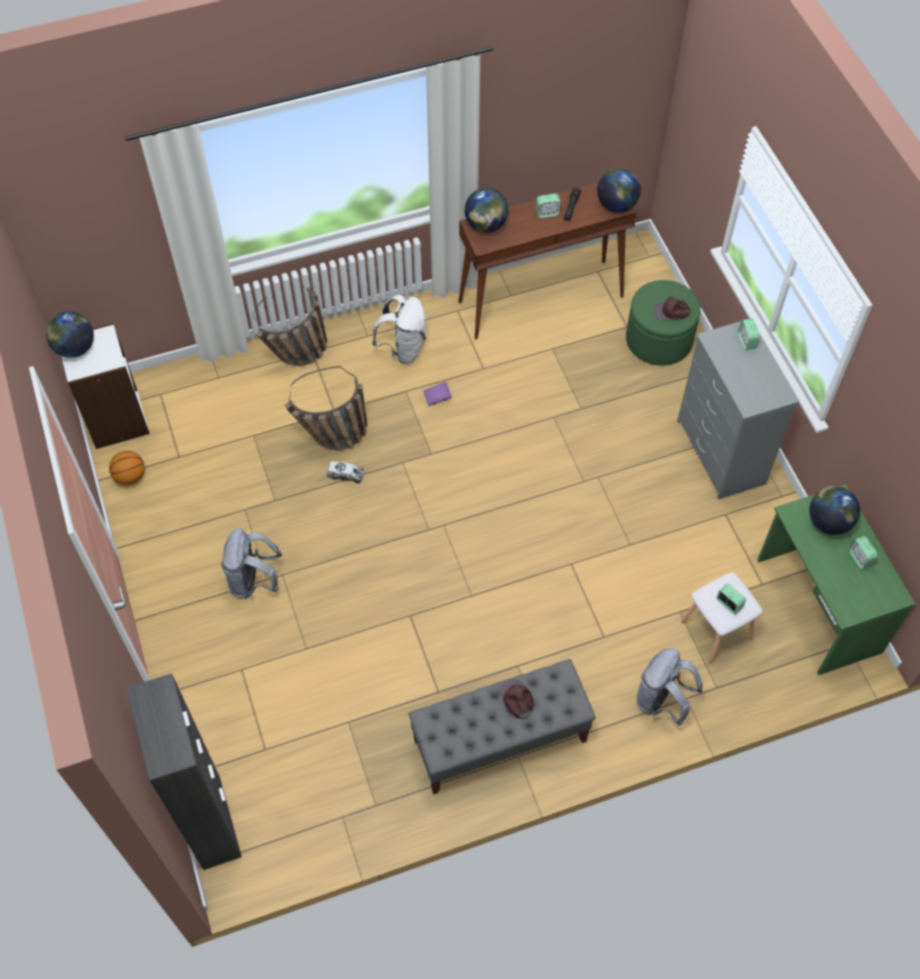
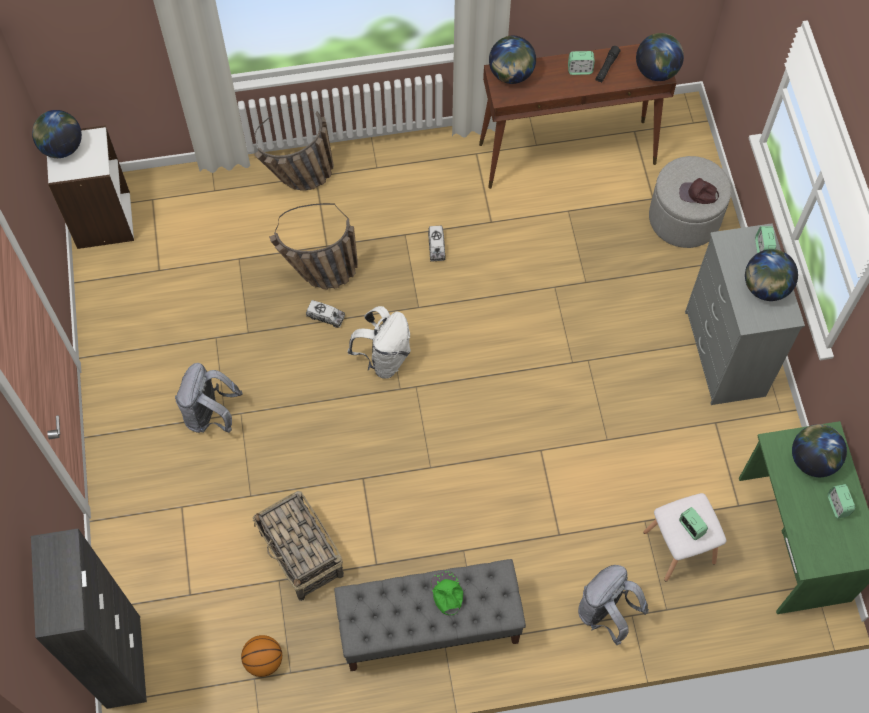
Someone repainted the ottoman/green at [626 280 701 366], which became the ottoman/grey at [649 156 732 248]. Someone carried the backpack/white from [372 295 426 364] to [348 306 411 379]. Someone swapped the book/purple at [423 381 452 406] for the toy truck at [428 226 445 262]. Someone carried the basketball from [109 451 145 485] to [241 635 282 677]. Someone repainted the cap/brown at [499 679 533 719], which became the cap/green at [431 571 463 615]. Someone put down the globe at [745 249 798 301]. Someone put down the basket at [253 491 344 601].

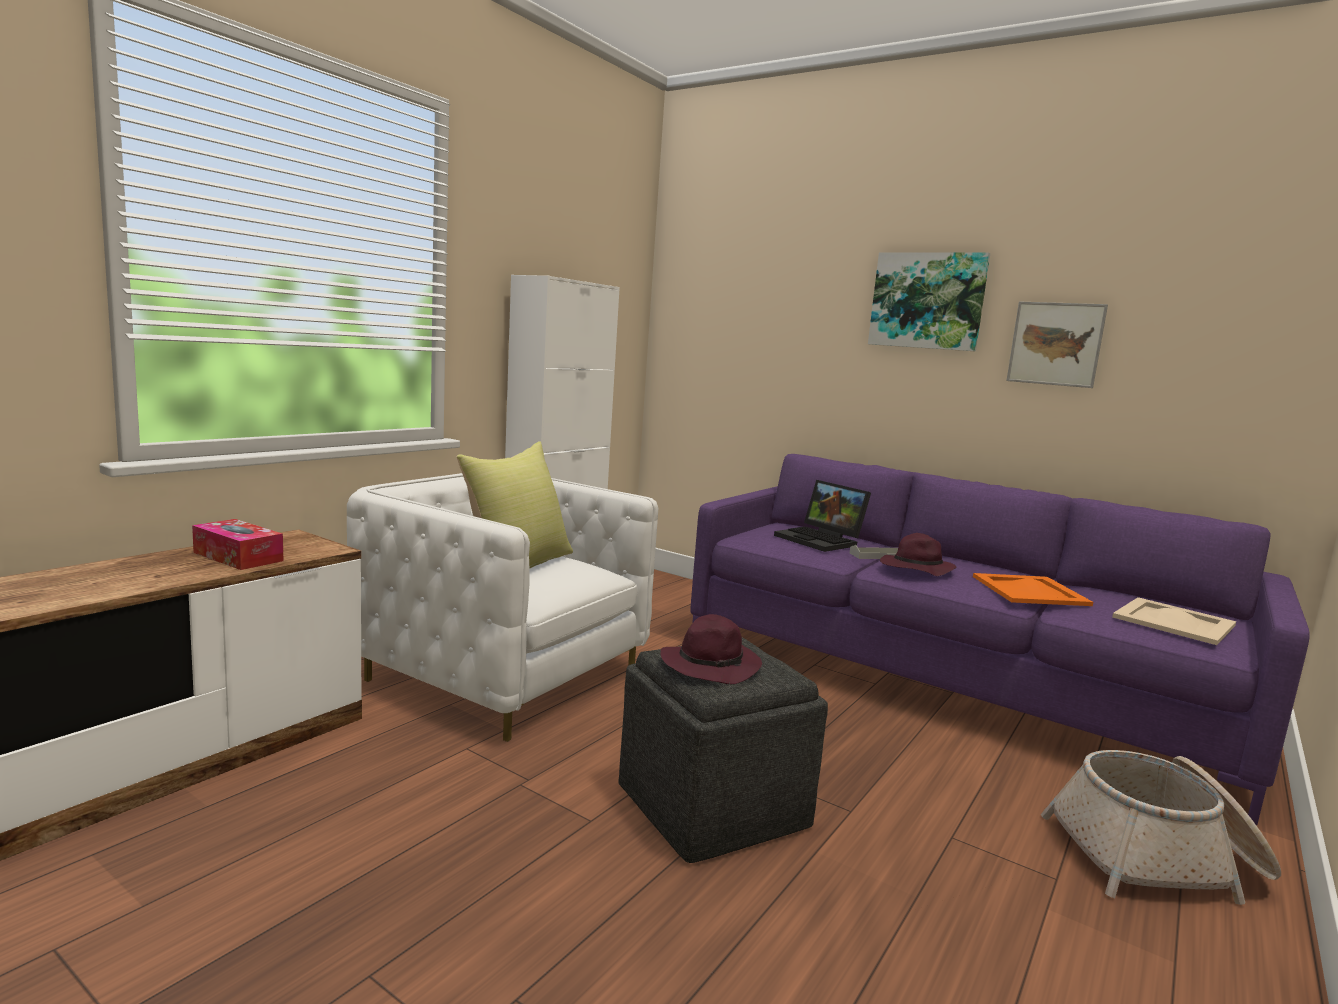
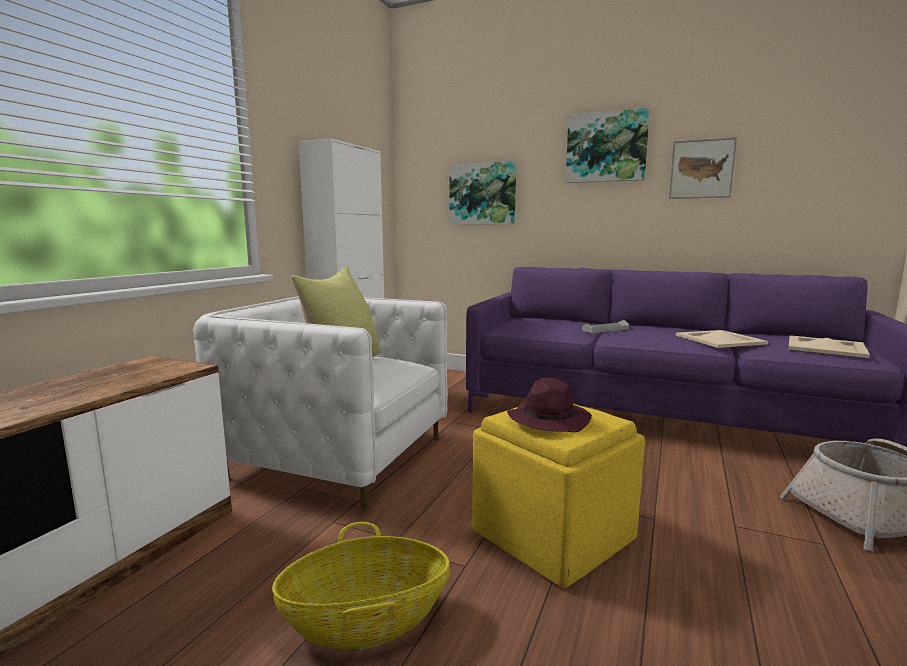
Someone took away the laptop at [774 480 871 552]. Someone took away the tissue box at [192 519 283 570]. Someone took away the hat/purple at [880 533 957 576]. Someone repainted the tray/orange at [973 573 1093 606], which became the tray/beige at [676 330 768 348]. Someone repainted the ottoman/grey at [619 637 828 863], which became the ottoman/yellow at [472 404 645 588]. Someone put up the picture at [450 161 516 224]. Someone put down the basket at [272 522 450 649].

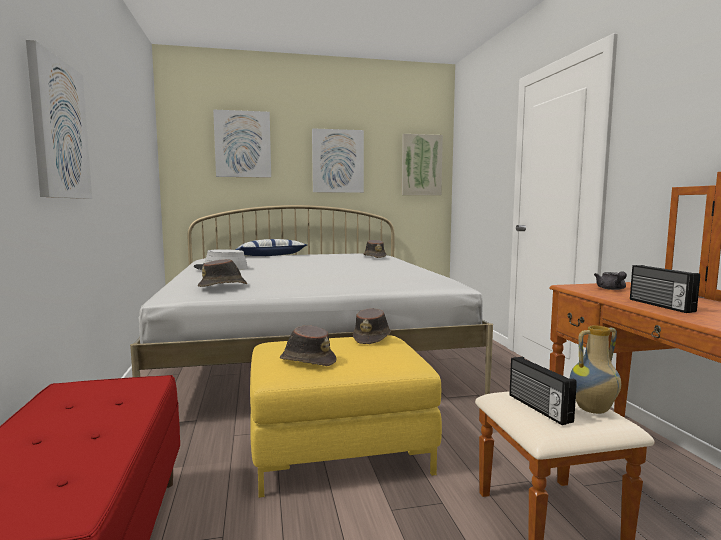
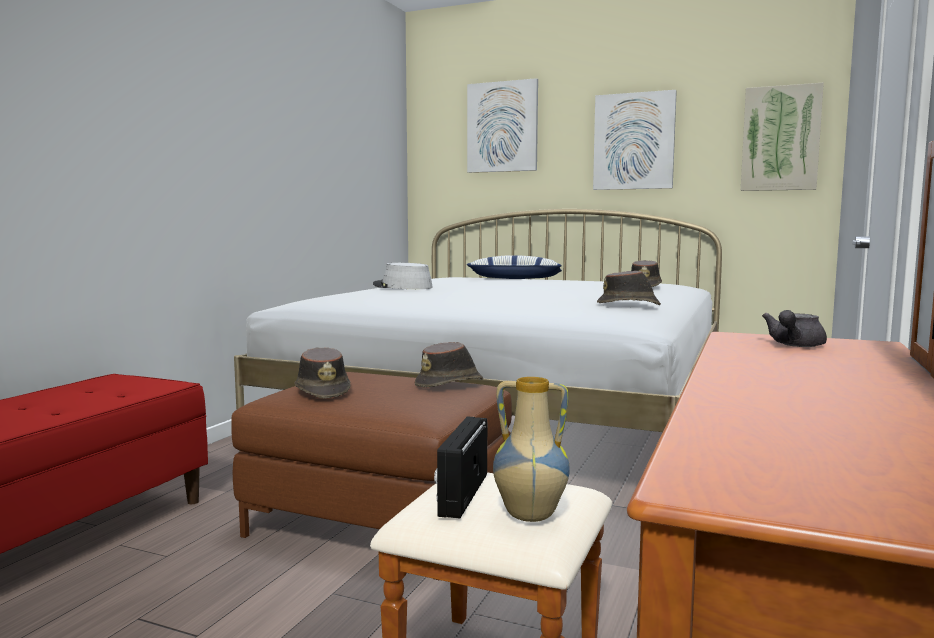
Someone took away the picture at [26 40 92 199]. Someone carried the hat/brown from [198 259 247 287] to [597 271 661 305]. Someone took away the radio at [630 265 700 313]. Someone repainted the ottoman/yellow at [250 335 442 498], which became the ottoman/brown at [231 372 512 580].

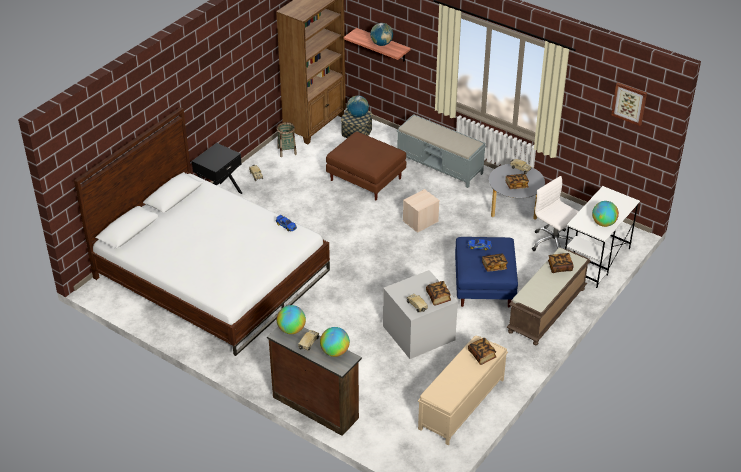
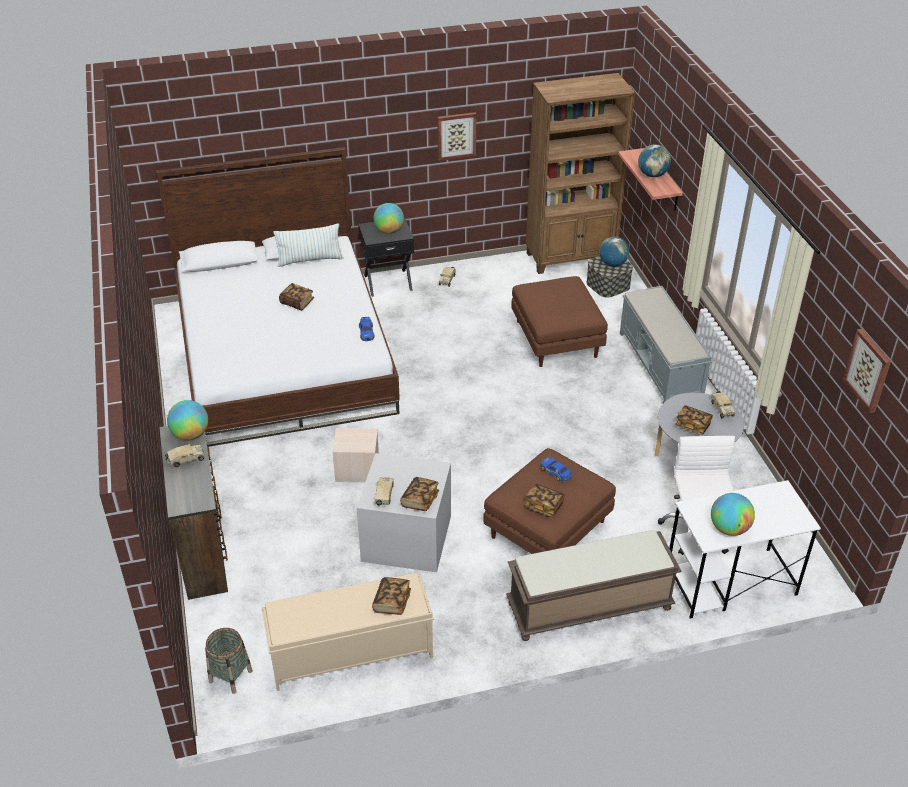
Someone carried the basket from [277 122 297 157] to [205 628 253 694]. Someone carried the storage box/beige from [403 189 440 233] to [332 428 379 482]. Someone repainted the ottoman/blue at [455 237 518 307], which became the ottoman/brown at [483 448 616 554]. Someone carried the book from [548 253 574 273] to [279 283 314 311]. Someone carried the globe from [320 327 350 357] to [373 203 404 234]. Someone put up the picture at [437 112 477 161]. Someone put down the pillow at [273 223 344 267].

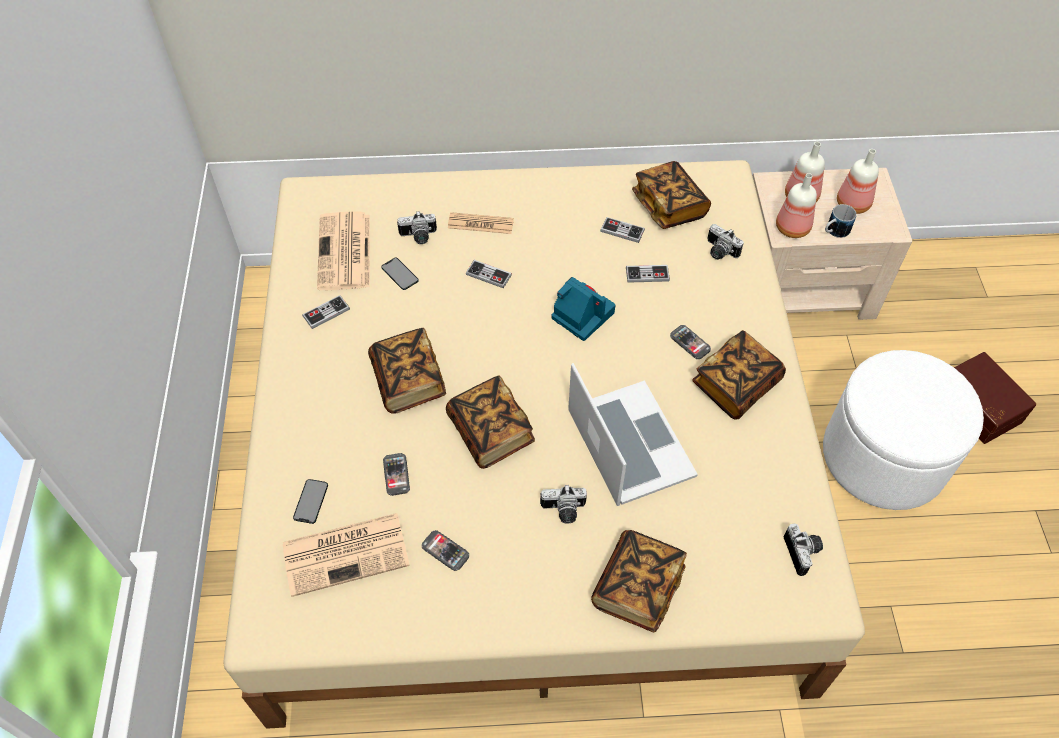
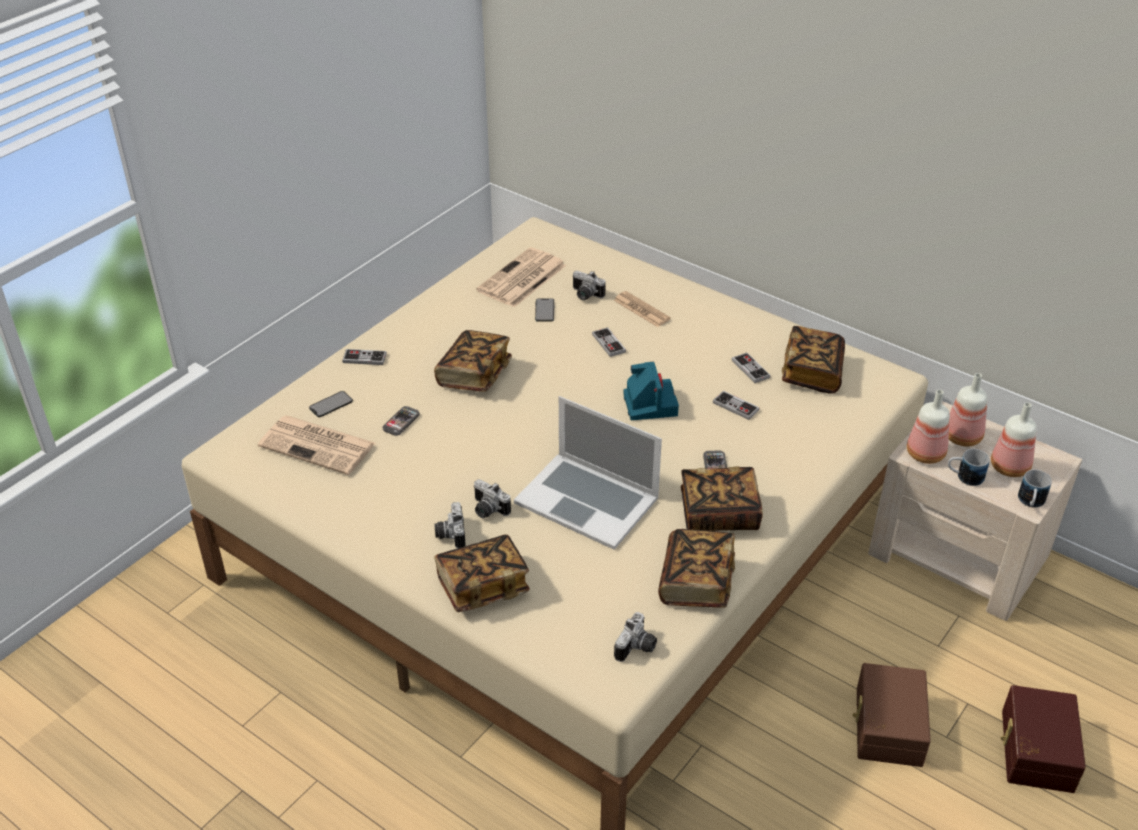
Someone carried the photo camera from [707 224 744 260] to [434 502 466 549]. Someone carried the game controller from [302 295 350 329] to [342 349 387 365]. Someone swapped the ottoman/white at [823 350 984 510] for the storage box/brown at [853 663 931 767]. Someone rotated the laptop at [568 363 698 506] by 105 degrees clockwise. Someone carried the book from [446 375 535 469] to [658 529 735 608]. Someone took away the phone at [422 530 469 571]. Someone put down the mug at [1018 470 1052 508].

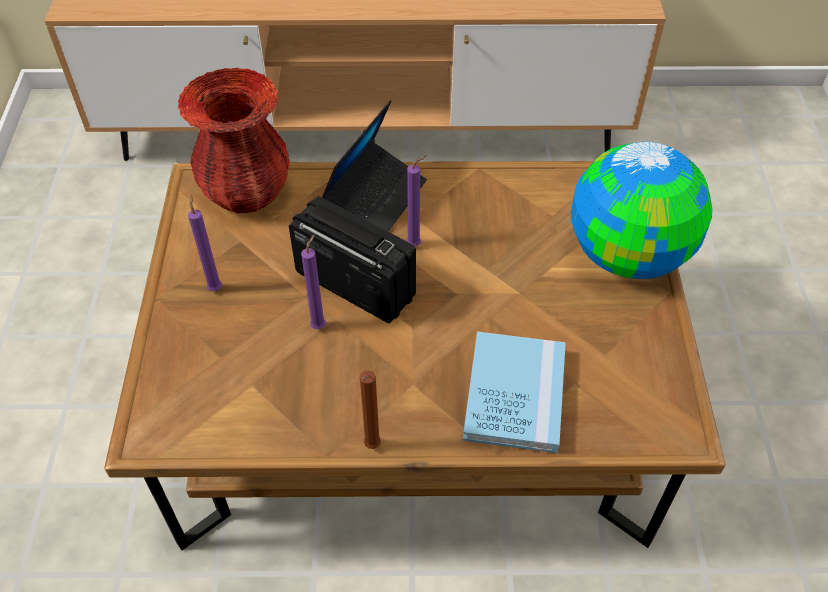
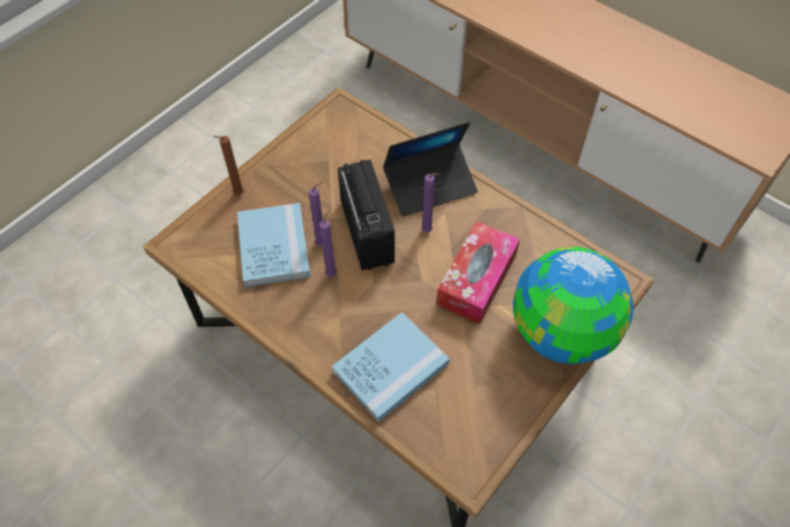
Someone took away the vase/red at [178 68 290 213]. Someone carried the candle/purple from [188 195 222 291] to [319 210 337 277]. Someone carried the candle/brown from [360 370 381 449] to [213 136 244 196]. Someone put down the book/blue at [237 203 311 287]. Someone put down the tissue box at [436 221 520 324].

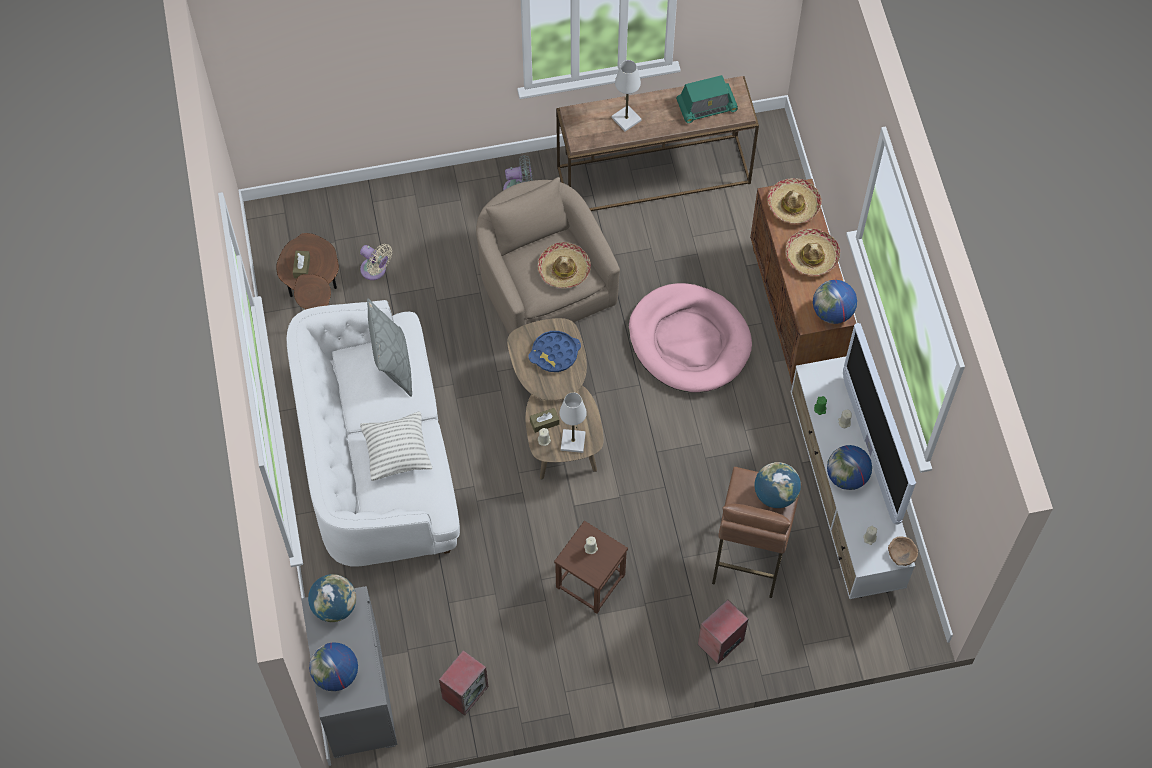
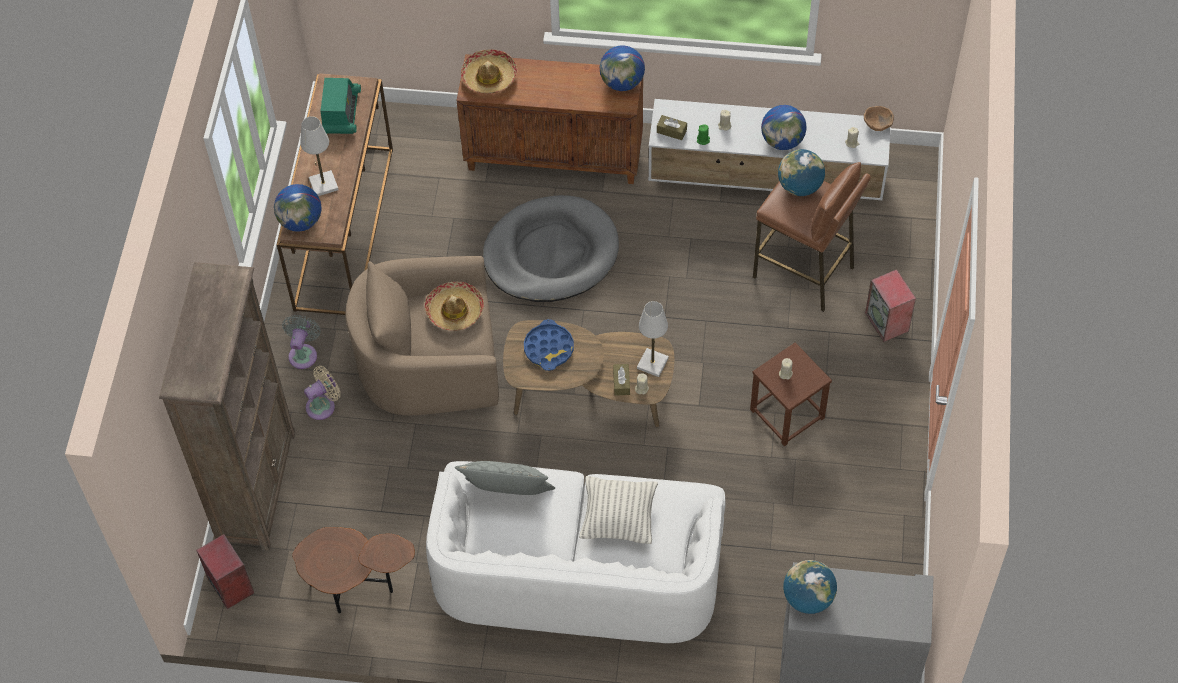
Someone took away the hat at [785 229 840 276]. Someone carried the fan/beige from [360 244 392 280] to [304 366 341 420]. Someone carried the tissue box/brown from [293 251 310 278] to [657 115 687 140]. Someone repainted the dog bed/pink at [629 283 752 393], which became the dog bed/grey at [483 195 619 302]. Someone took away the television at [843 323 916 524]. Someone carried the globe from [309 642 358 691] to [274 184 322 232]. Someone carried the speaker from [439 650 488 716] to [196 534 254 609]. Someone put down the bookcase/brown at [159 262 295 551].

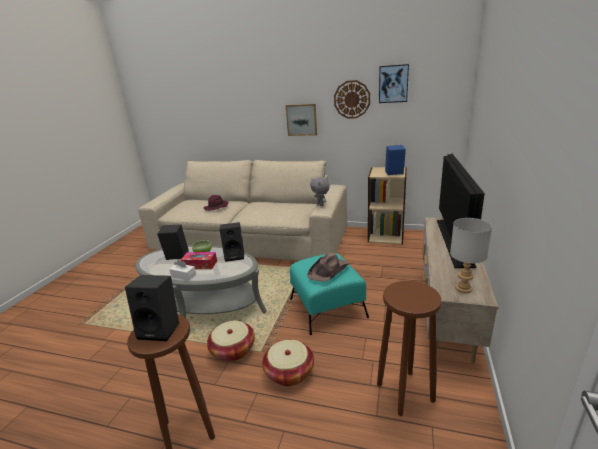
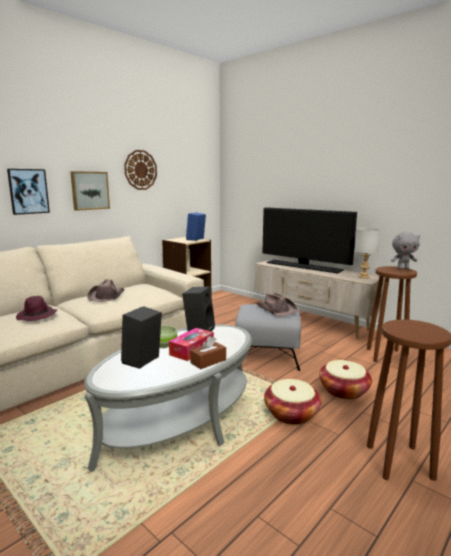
Someone carried the picture from [379 64 409 103] to [7 169 50 215]. Someone carried the plush toy/grey from [310 177 330 206] to [391 232 420 269]. Someone repainted the ottoman/turquoise at [290 253 369 335], which became the ottoman/grey at [236 304 301 371]. Someone repainted the tissue box/white at [169 260 196 281], which became the tissue box/brown at [190 336 226 369]. Someone took away the speaker/black at [125 275 179 341]. Someone put down the hat/brown at [87 279 124 302].

